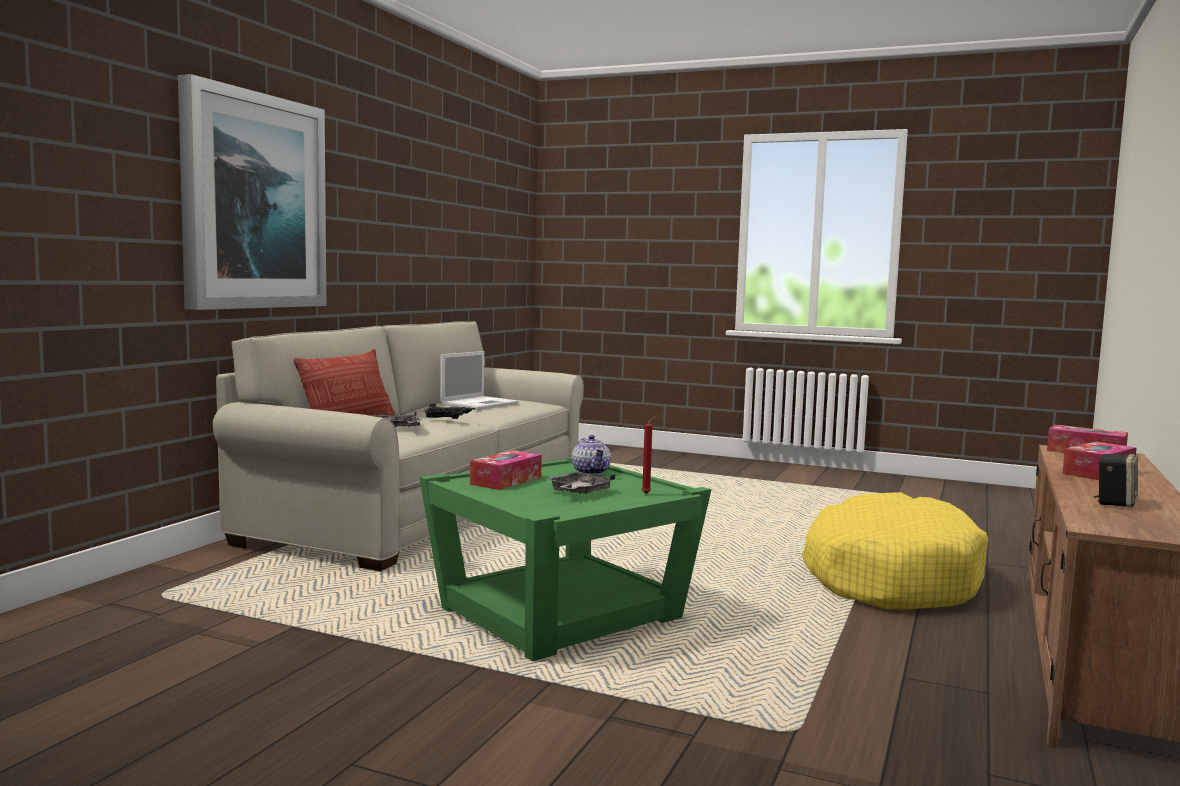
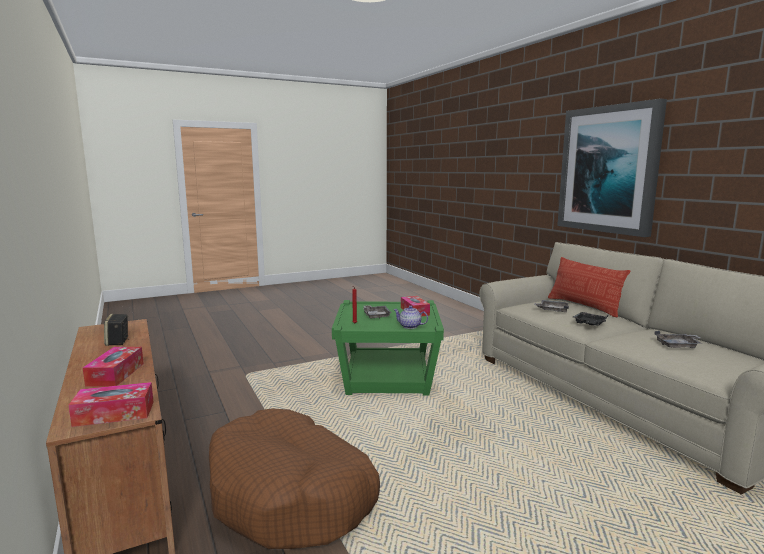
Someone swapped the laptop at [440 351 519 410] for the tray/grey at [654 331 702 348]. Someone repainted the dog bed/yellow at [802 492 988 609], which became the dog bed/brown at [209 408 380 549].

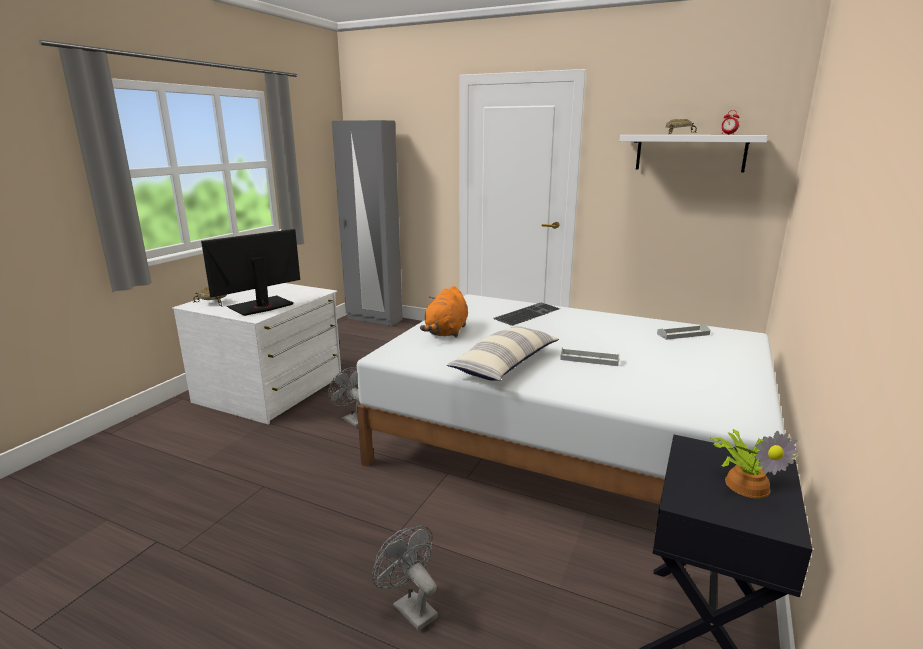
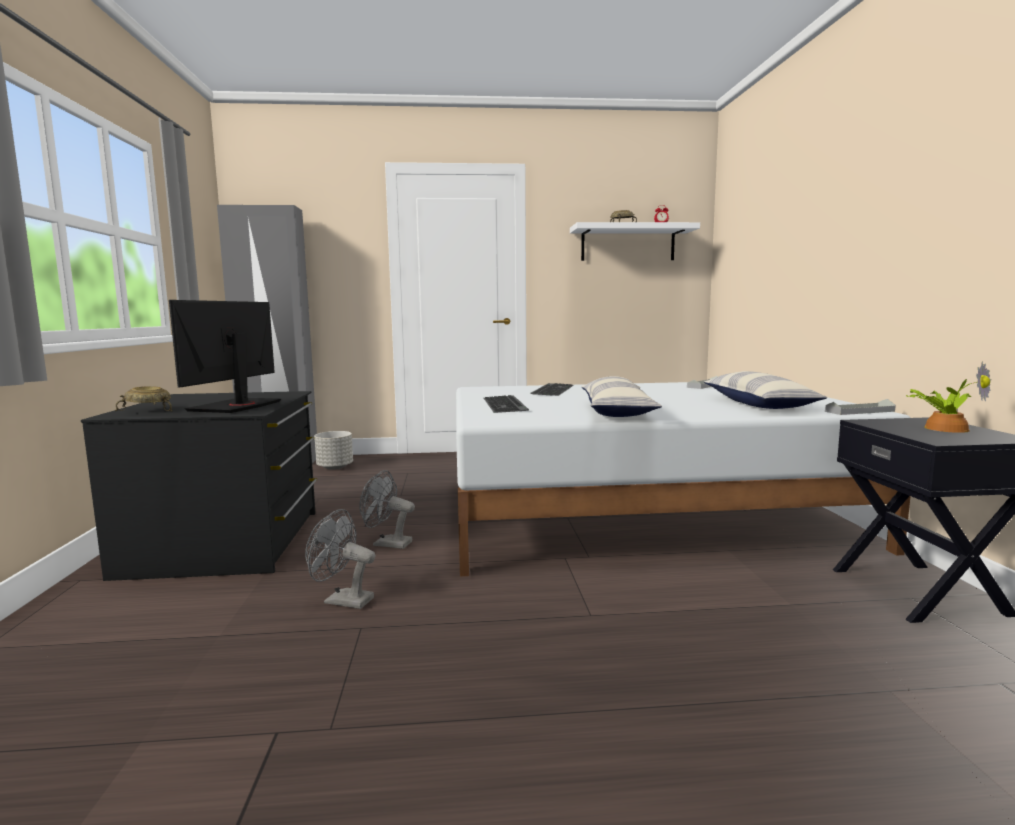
Someone repainted the dresser/white at [172 283 341 424], which became the dresser/black at [81 391 317 581]. Someone swapped the plush toy/orange at [420 286 468 337] for the keyboard at [484 395 529 413]. Someone carried the tray/grey from [560 348 619 366] to [825 399 896 415]. Someone carried the fan/grey from [372 526 438 631] to [305 509 376 609]. Someone put down the pillow at [704 371 827 409]. Someone put down the planter/grey at [314 431 353 469].

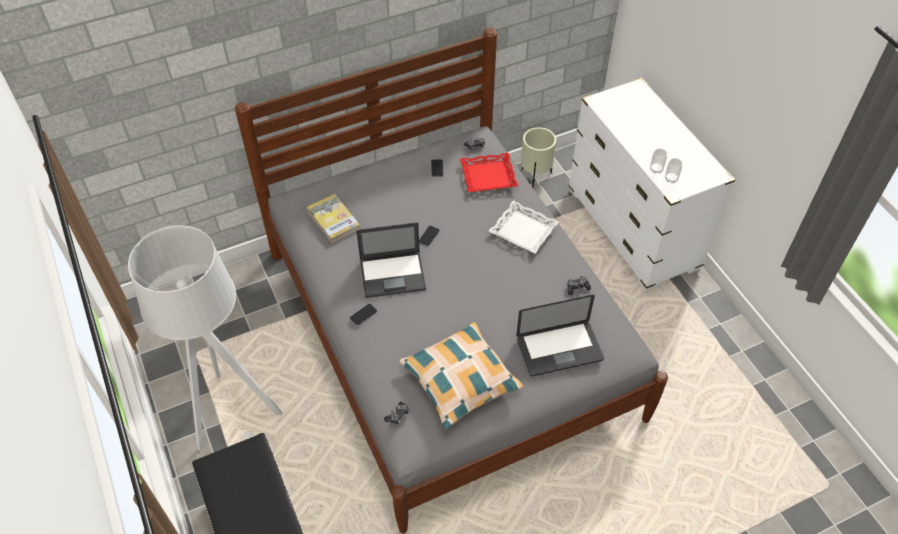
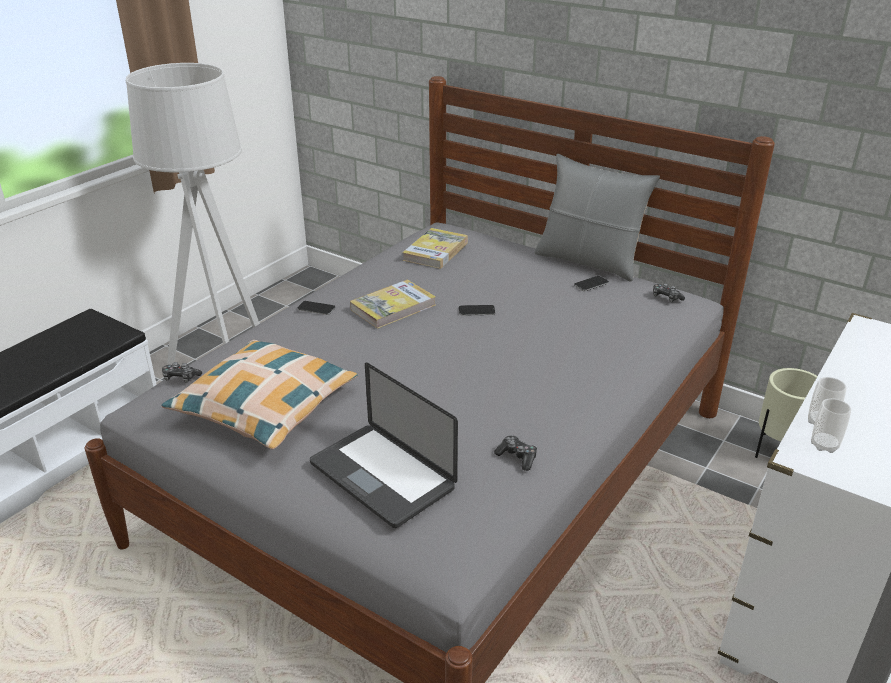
Someone took away the tray/red at [460 153 518 192]. Someone took away the tray/white at [489 200 559 254]. Someone swapped the laptop at [356 222 426 298] for the book at [350 280 436 329]. Someone put down the pillow/grey at [535 154 660 281].

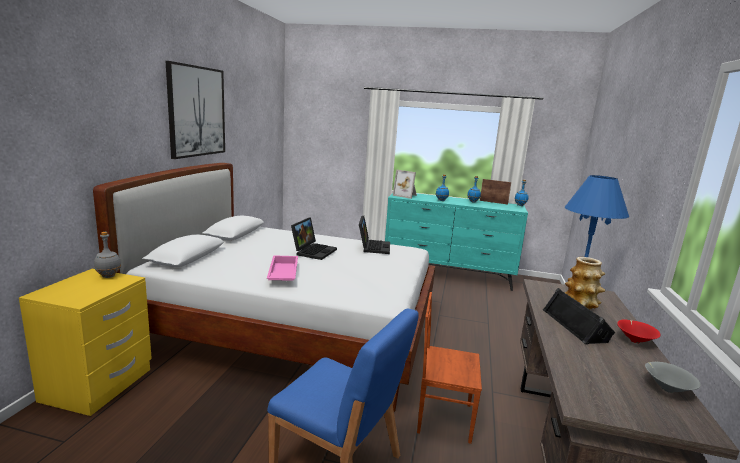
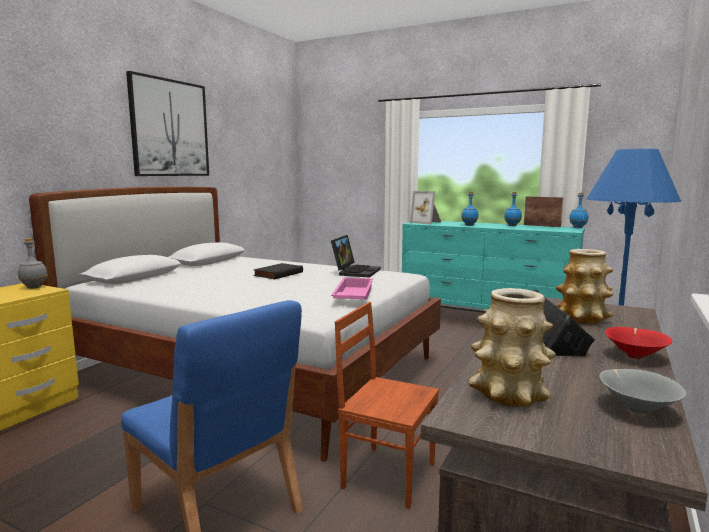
Someone swapped the laptop at [291 217 337 260] for the book/black at [253 263 303 280]. Someone carried the tray/pink from [267 255 298 281] to [331 278 373 299]. Someone put down the vase at [469 288 556 407].

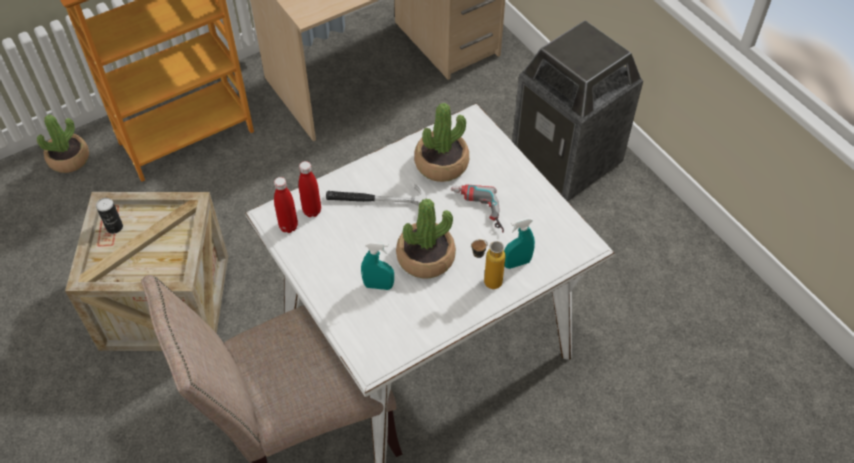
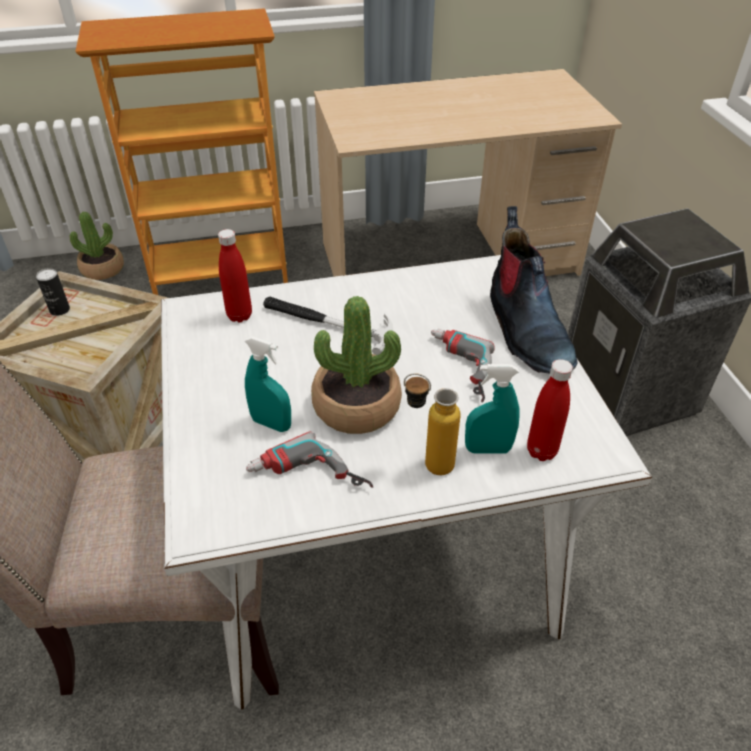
Someone took away the potted plant at [414 103 469 182]. Someone carried the bottle/red from [274 177 298 233] to [527 359 573 461]. Someone put down the boot at [490 206 577 374]. Someone put down the power drill at [246 431 373 488].

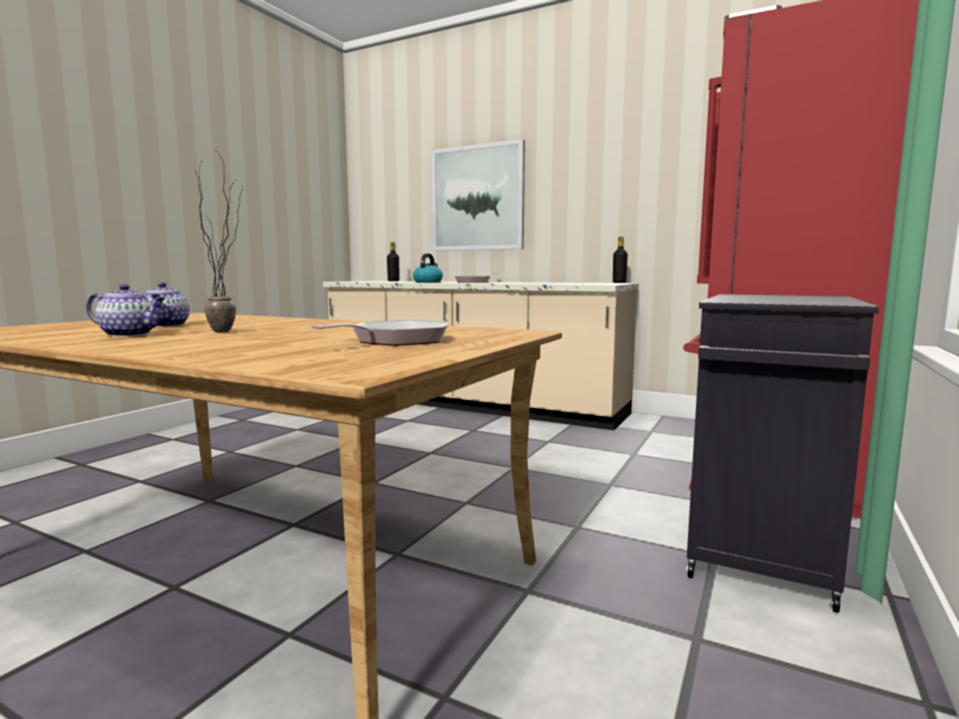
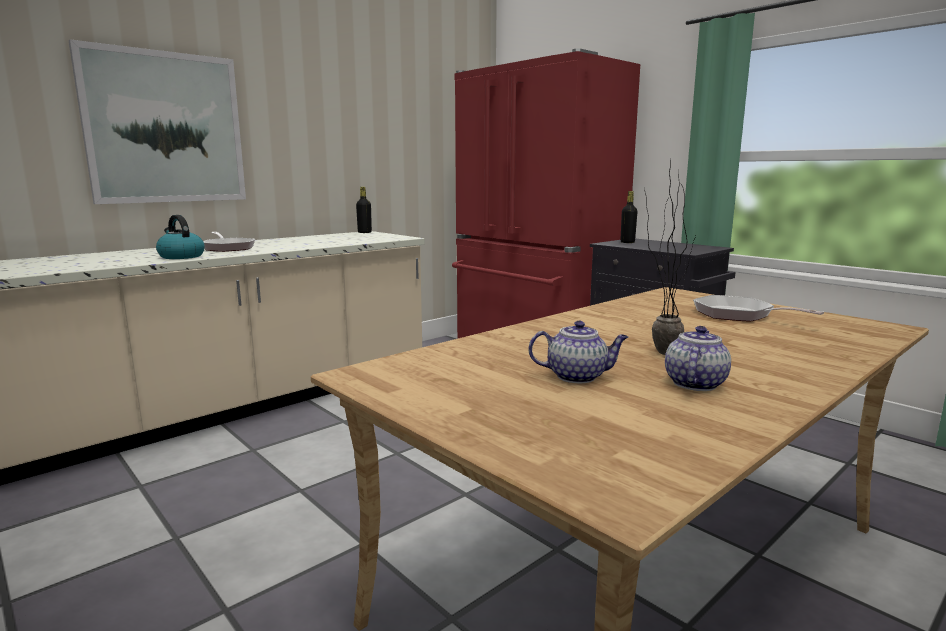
Someone carried the bottle/black from [387 242 399 281] to [620 191 638 243].

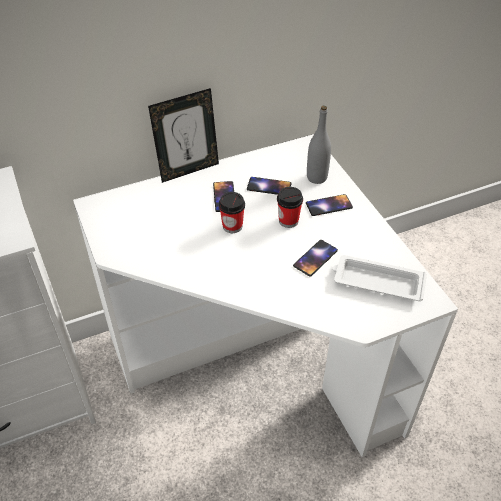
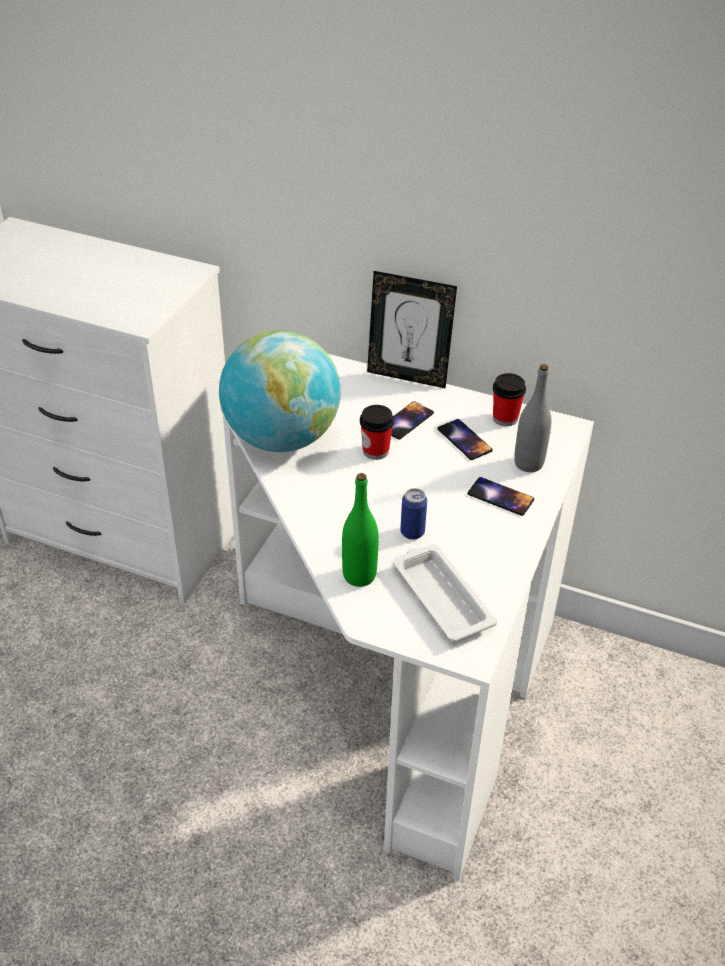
Someone carried the cup from [277 187 303 228] to [493 373 526 426]. Someone swapped the phone at [293 240 338 277] for the can at [400 488 427 540]. Someone put down the globe at [219 330 341 452]. Someone put down the bottle/green at [342 473 378 587].

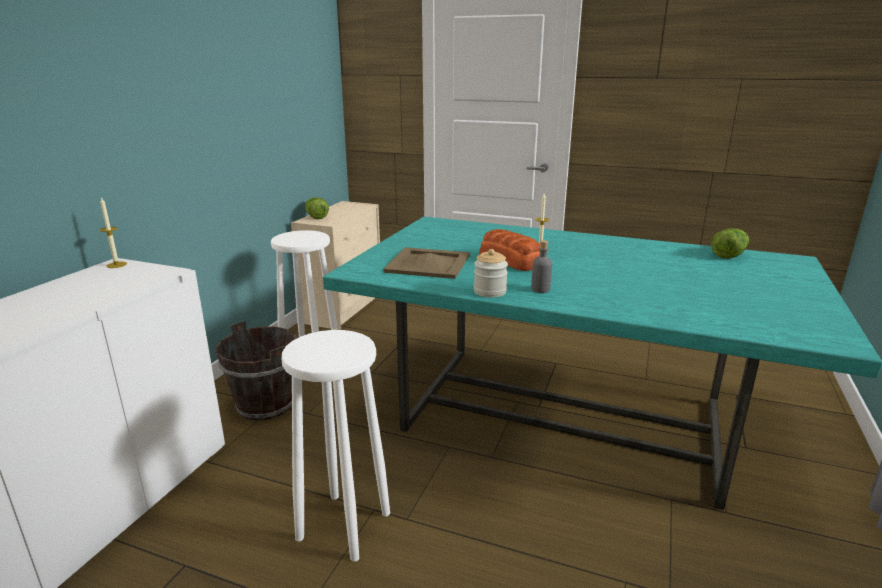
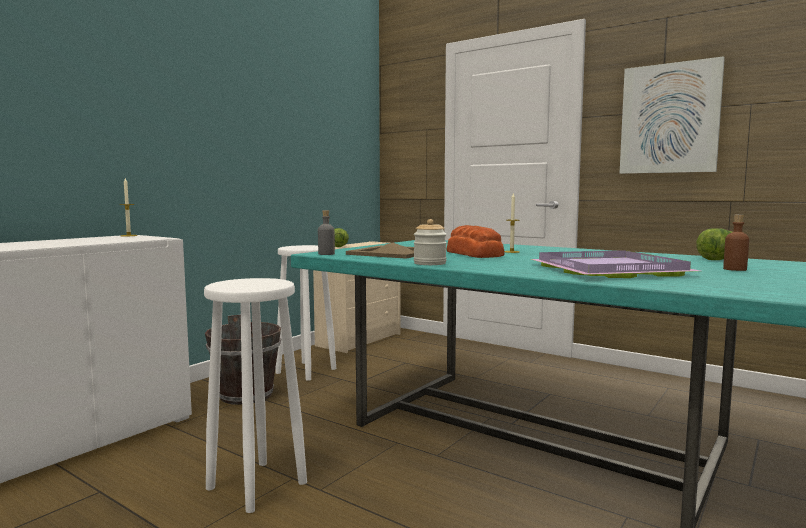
Someone carried the bottle/grey from [531 240 552 293] to [318 210 335 255]. Someone put up the picture at [620 56 725 174]. Someone put down the bottle/brown at [723 215 749 271]. Someone put down the tray/purple at [531 250 700 278].

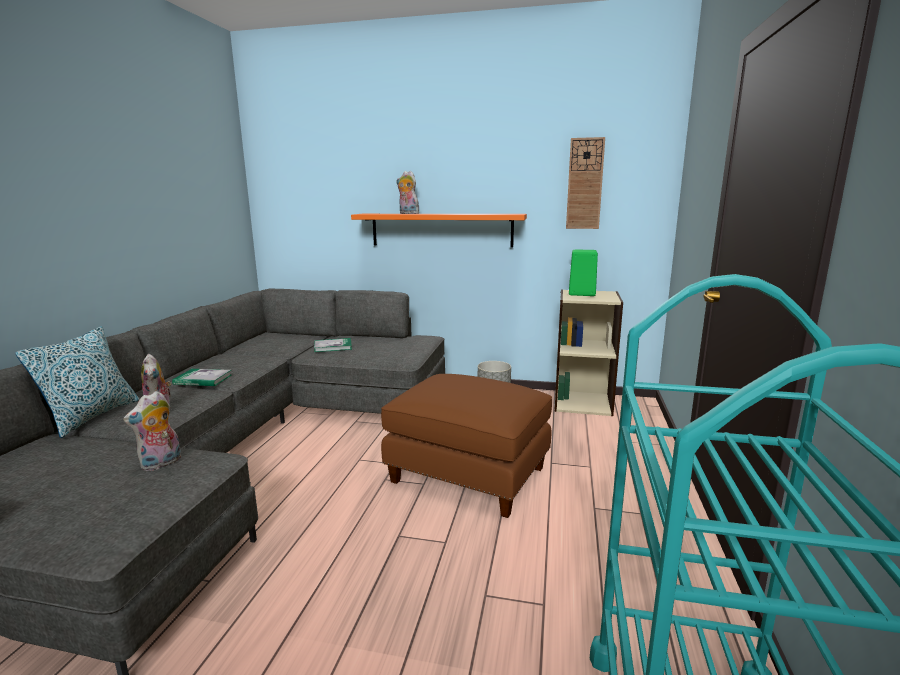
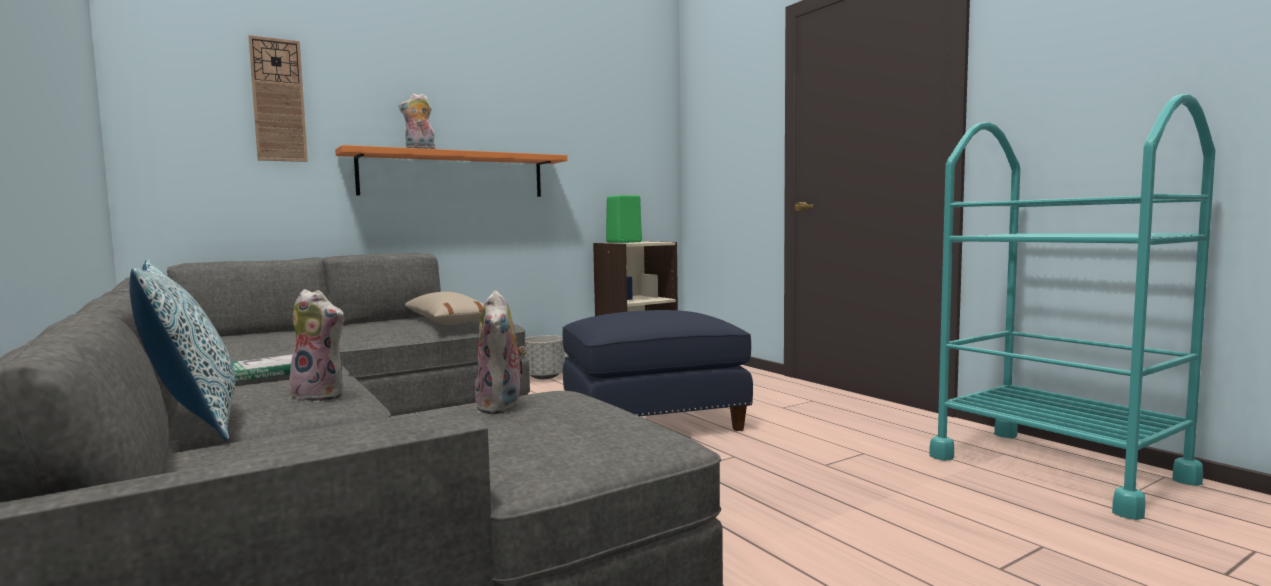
Someone carried the wall clock from [566 137 605 229] to [249 35 308 162]. Someone took away the book at [314 338 352 352]. Someone repainted the ottoman/brown at [381 374 552 518], which became the ottoman/blue at [563 310 753 431]. Someone put down the pillow/beige at [405 292 484 325].

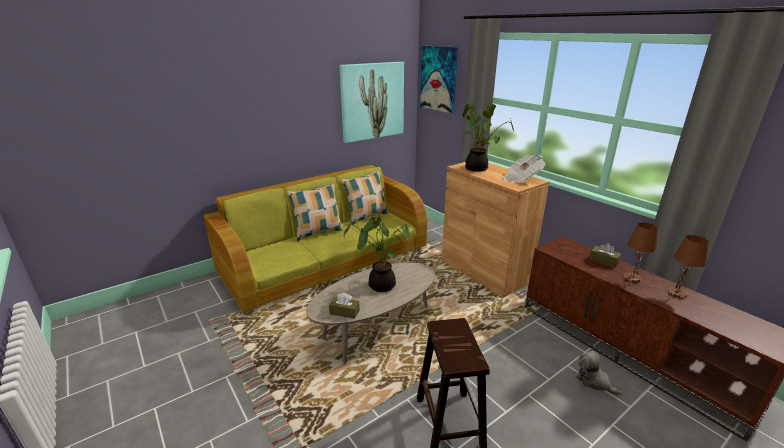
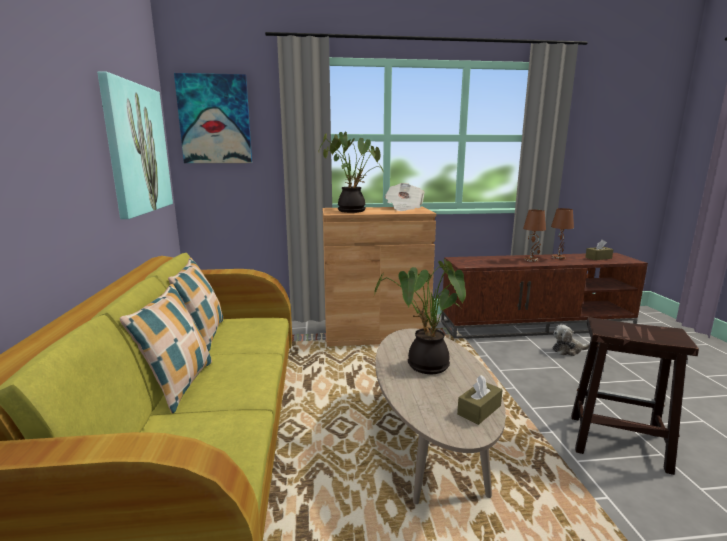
Someone carried the tissue box/brown from [589 243 621 268] to [585 240 614 260].

